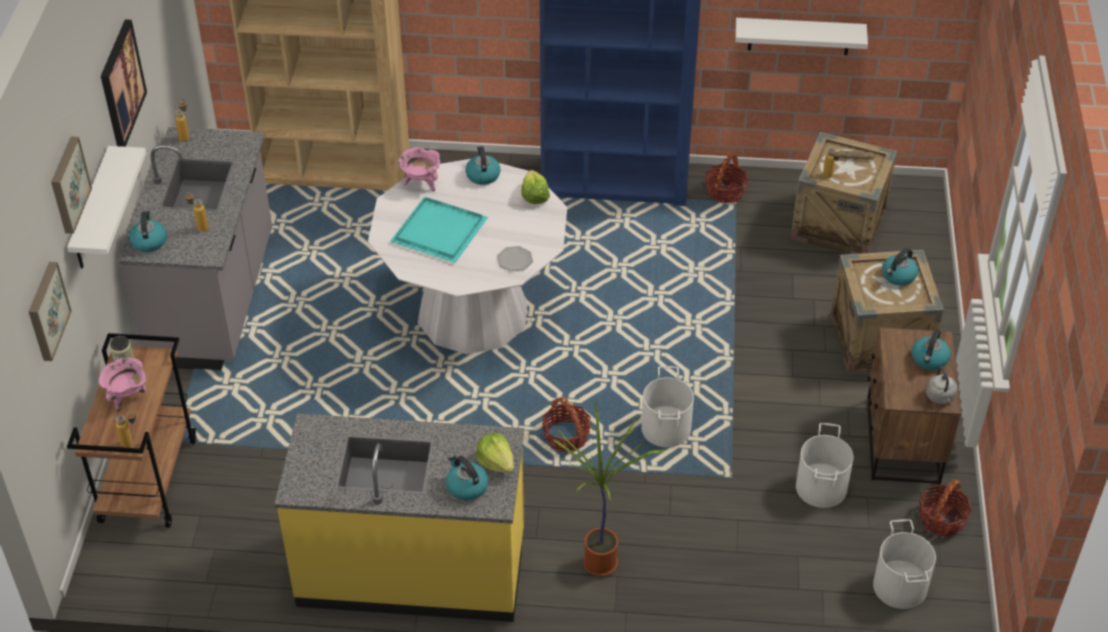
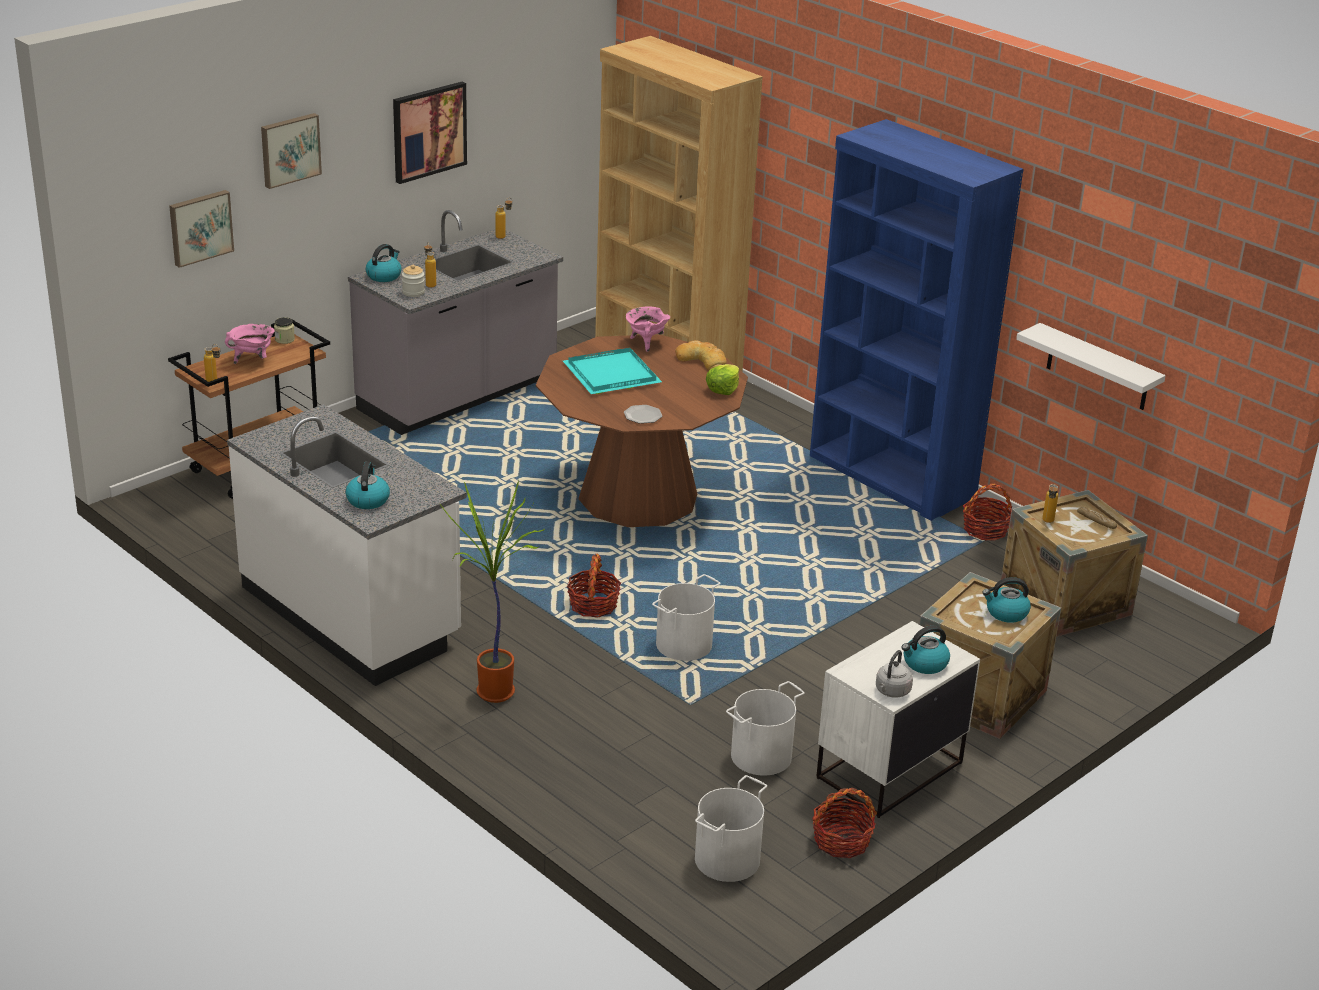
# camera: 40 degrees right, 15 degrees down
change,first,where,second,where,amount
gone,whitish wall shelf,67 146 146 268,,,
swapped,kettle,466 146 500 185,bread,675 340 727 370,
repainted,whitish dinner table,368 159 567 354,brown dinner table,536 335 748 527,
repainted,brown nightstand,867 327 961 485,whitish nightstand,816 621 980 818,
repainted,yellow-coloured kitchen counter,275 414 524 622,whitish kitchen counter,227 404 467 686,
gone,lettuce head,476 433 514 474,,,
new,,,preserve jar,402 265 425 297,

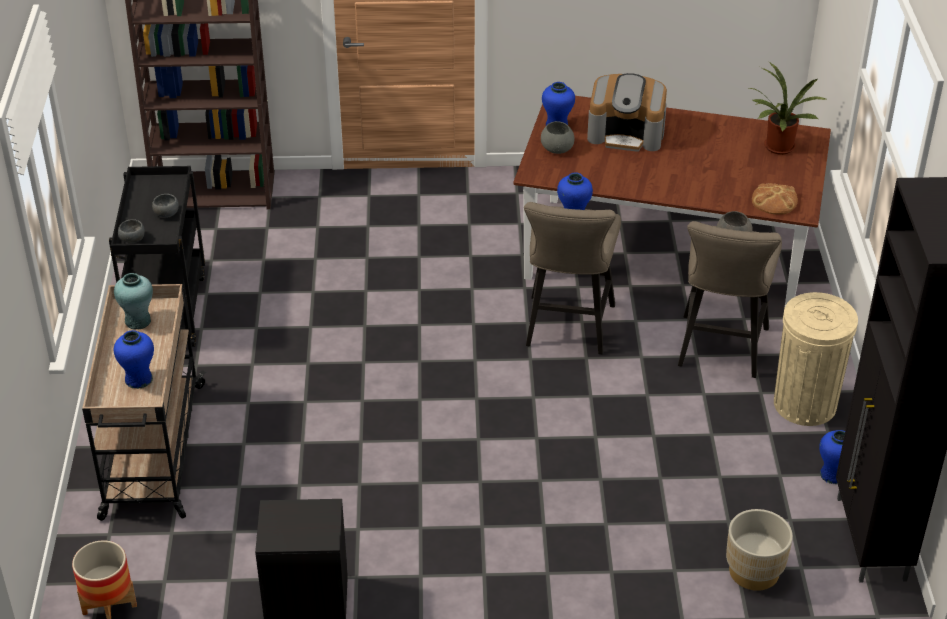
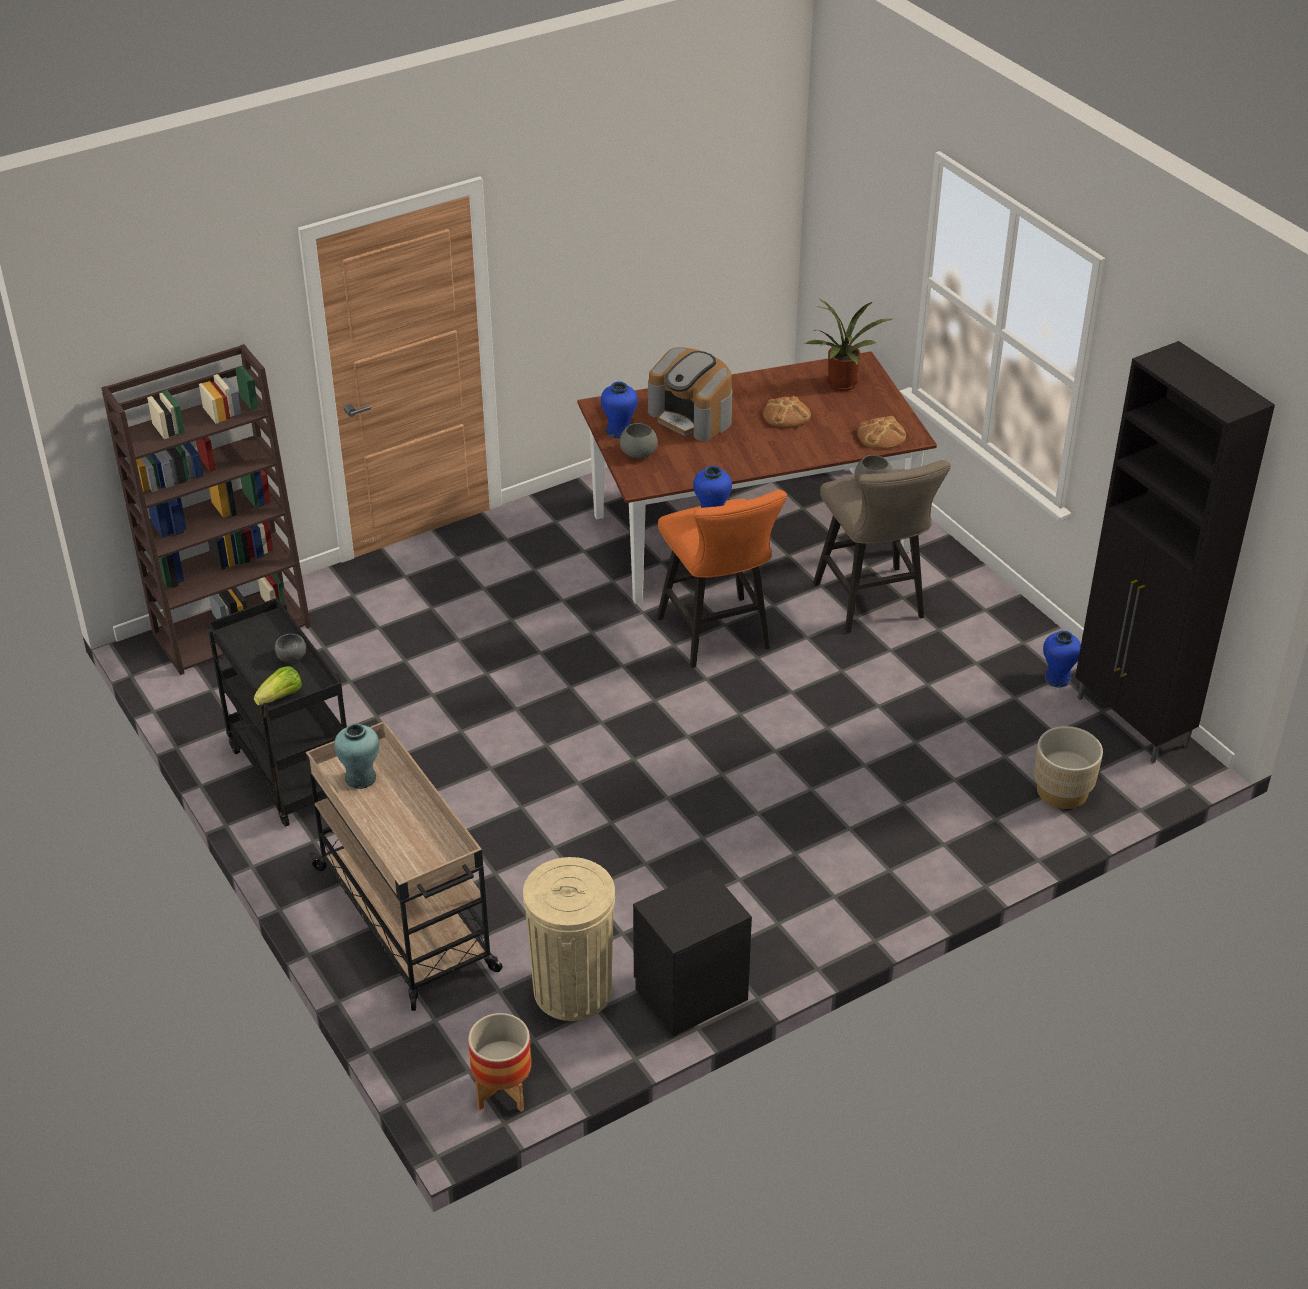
# camera: 30 degrees left, 0 degrees up
change,first,where,second,where,amount
rotated,coffee machine,587 73 667 152,,648 347 732 441,60 degrees clockwise
repainted,sand-coloured stool seat,524 202 621 354,orange-coloured stool seat,657 490 787 668,
swapped,grey bowl,118 219 145 243,lettuce head,254 666 302 706,
shifted,sand-coloured waste bin,774 292 858 426,,523 857 615 1021,
gone,blue-coloured flower vase,114 330 154 389,,,
new,,,bread,763 396 811 428,

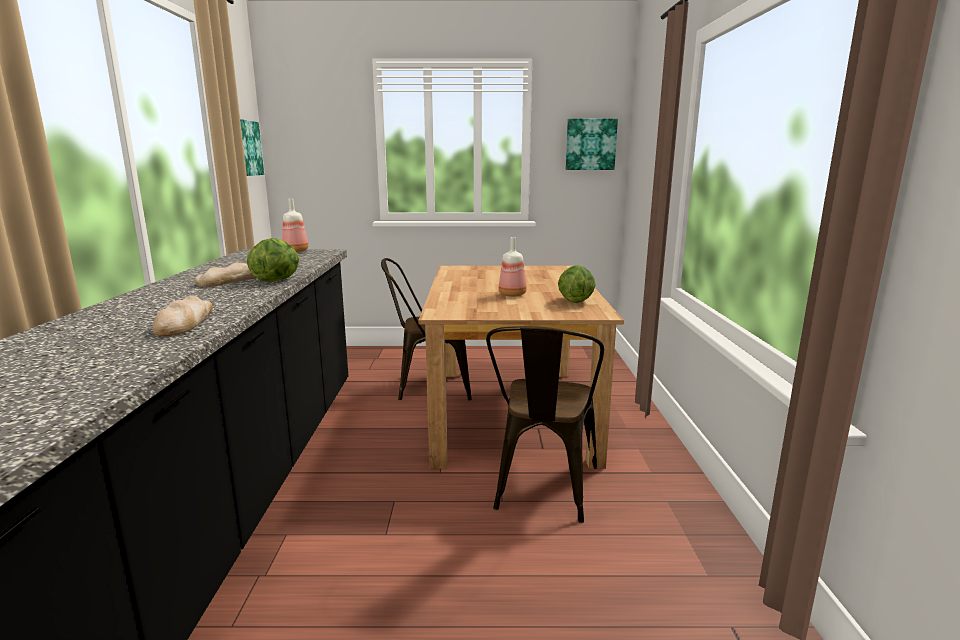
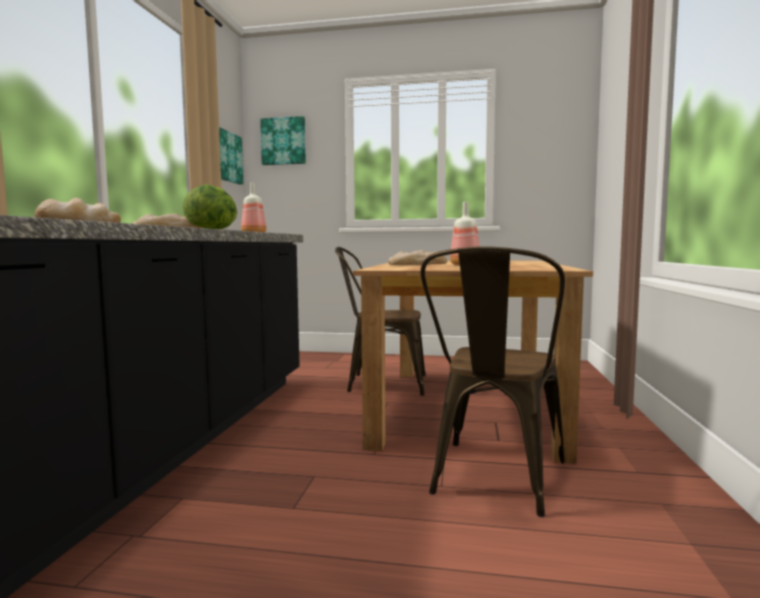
# camera: 10 degrees right, 10 degrees down
change,first,where,second,where,amount
shifted,picture,566 119 618 170,,260 116 306 165,
gone,lettuce head,558 265 595 303,,,
new,,,bread,388 250 447 265,

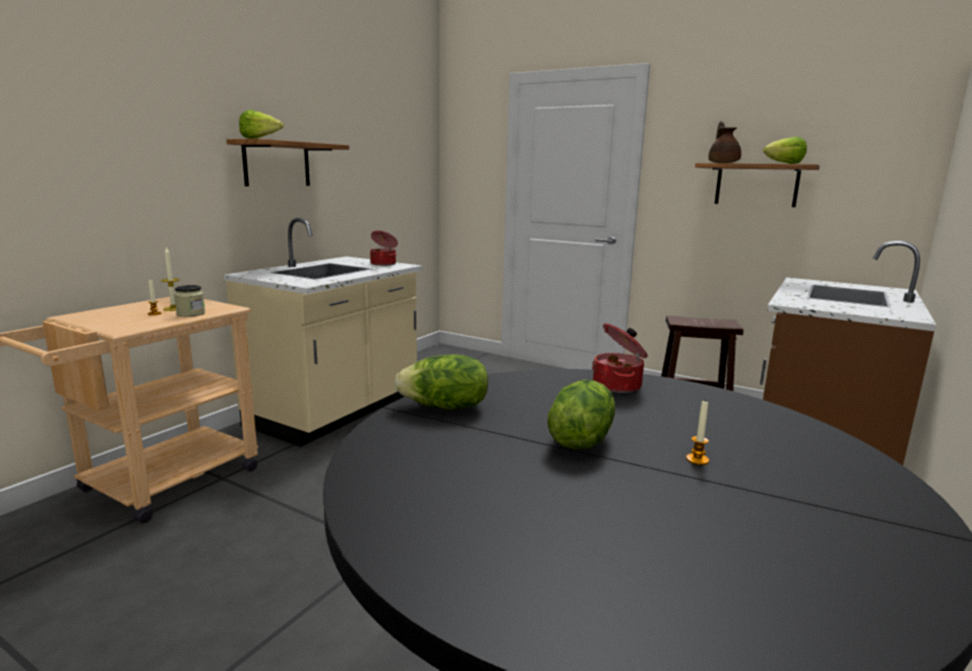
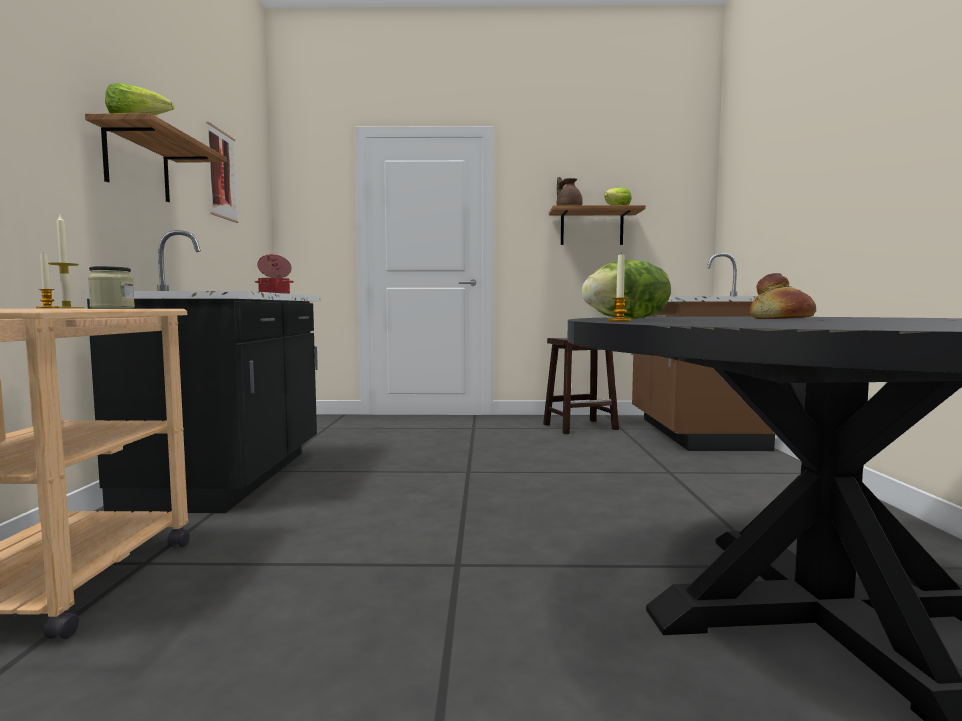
# camera: 30 degrees left, 10 degrees down
change,first,where,second,where,amount
repainted,sand-coloured kitchen counter,224 218 422 447,blackish kitchen counter,85 230 321 513,
gone,cooking pot,592 323 648 393,,,
swapped,lettuce head,547 380 615 449,bread,750 273 816 319,
shifted,candle,686 399 709 465,,608 254 631 321,
new,,,picture,206 122 239 223,

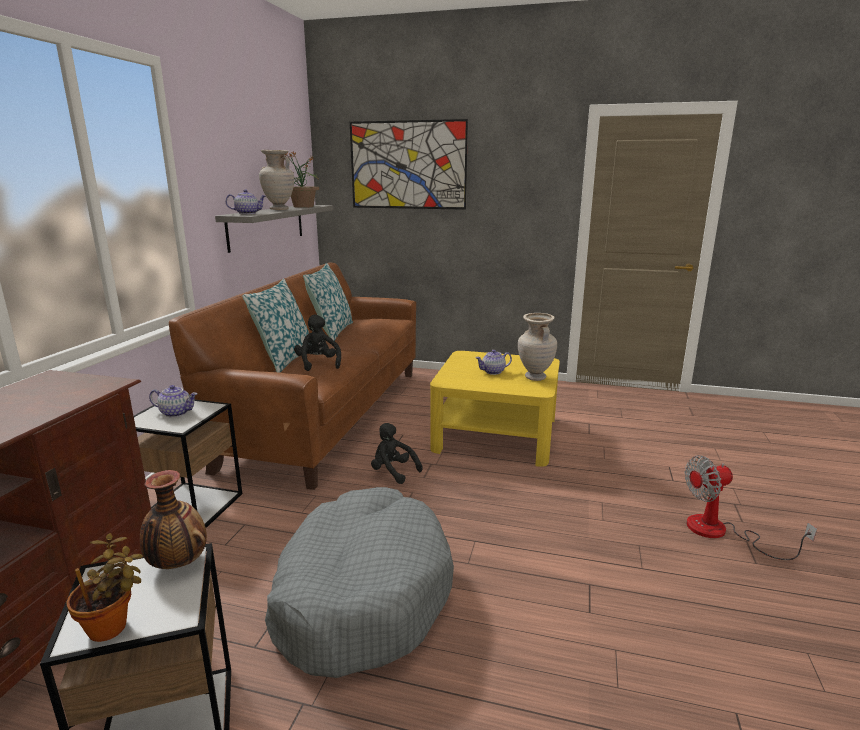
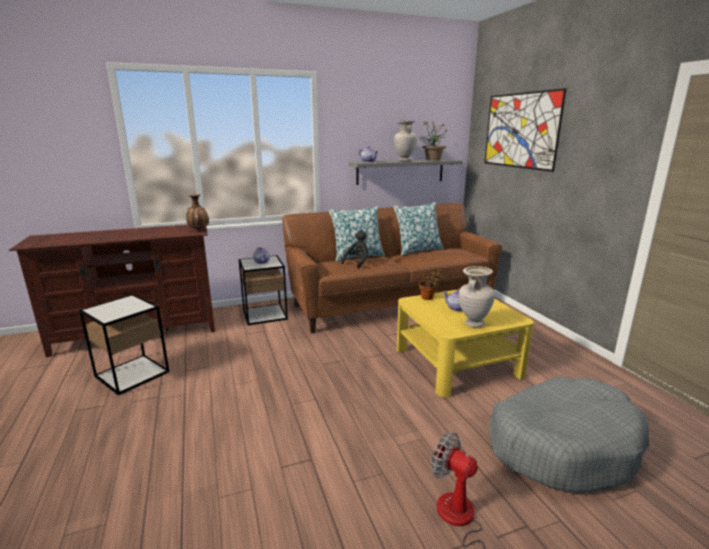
# camera: 55 degrees right, 0 degrees up
change,first,where,second,where,amount
gone,blackish cuddly toy,371 423 423 484,,,
shifted,flower vase,140 470 207 569,,186 194 209 230,
shifted,grey dog cushion,265 487 454 678,,489 377 649 493,
shifted,potted plant,66 533 143 642,,419 268 442 300,

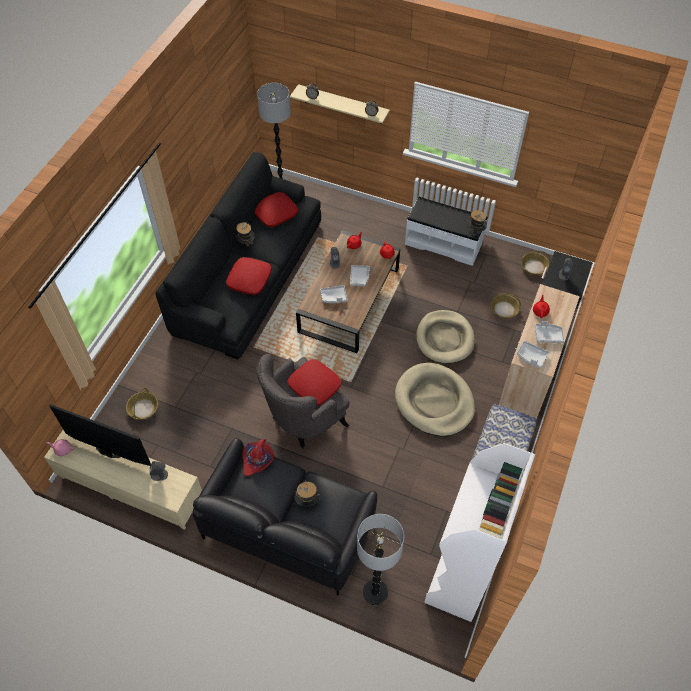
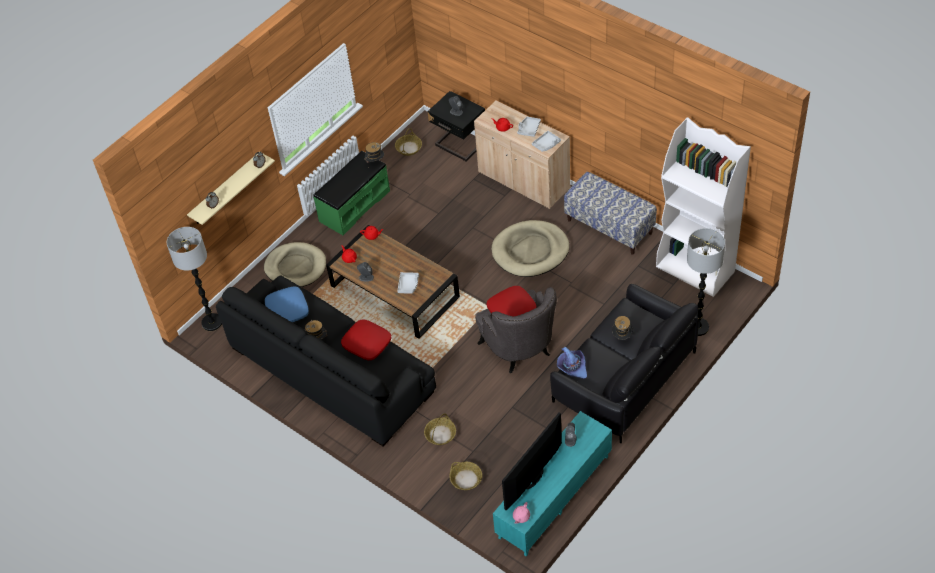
# camera: 70 degrees left, 5 degrees down
change,first,where,second,where,amount
repainted,reddish throw pillow,255 192 298 227,blue-coloured throw pillow,265 286 309 322,
repainted,whitish long seat,405 197 488 266,greenish long seat,313 151 390 235,
gone,grey carrying tray,350 265 370 286,,,
shifted,storage basket,491 294 521 319,,424 413 456 445,
shifted,sand-coloured dog cushion,416 310 475 364,,264 242 326 287,
repainted,sand-coloured tv stand,44 430 202 530,turquoise-coloured tv stand,493 411 612 556,
repainted,reddish wearable hat,243 439 274 476,purple wearable hat,557 347 587 379,

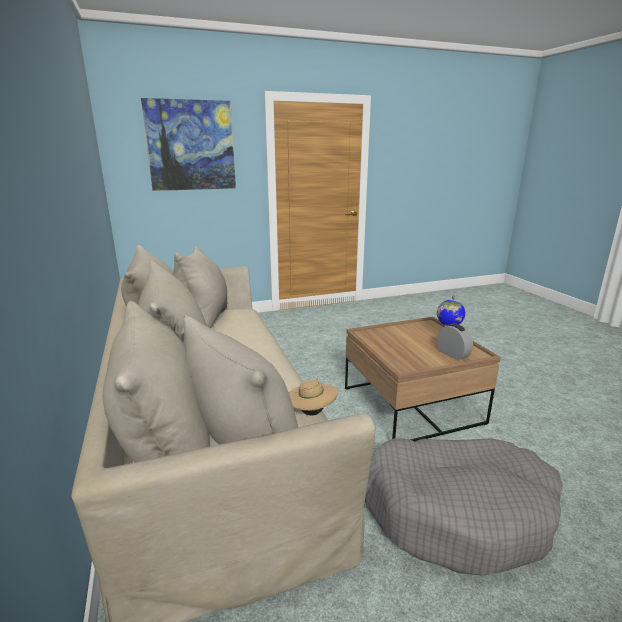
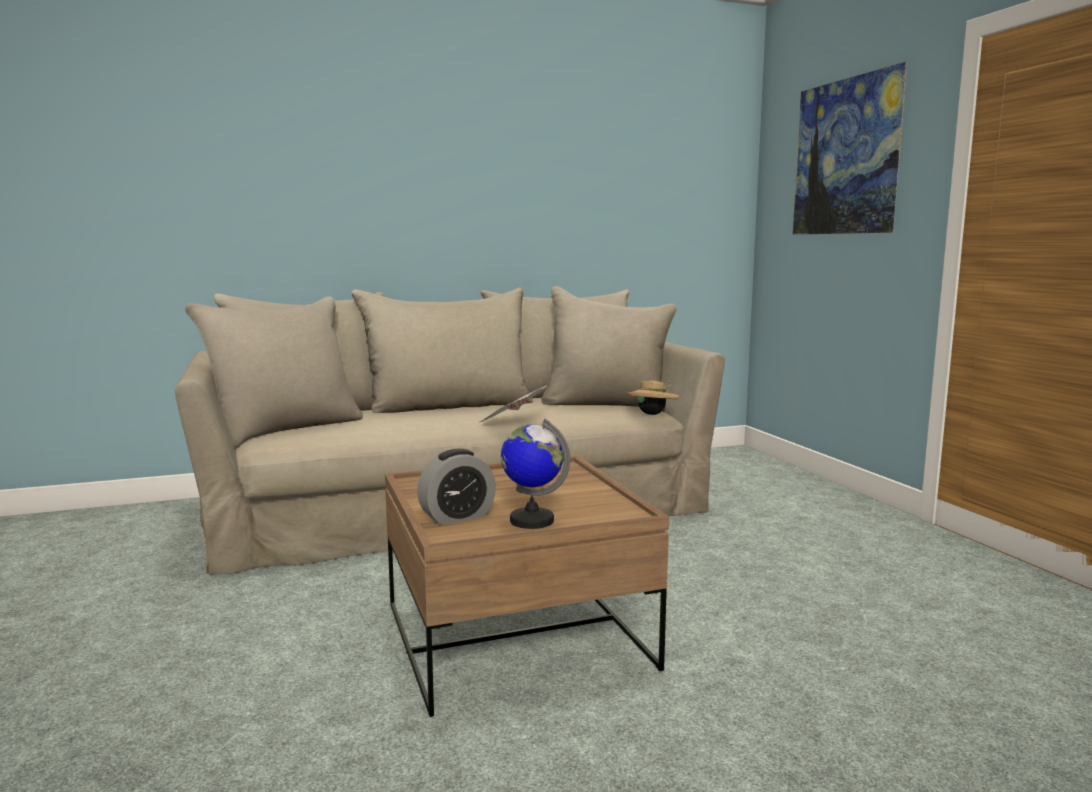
# camera: 90 degrees right, 10 degrees down
change,first,where,second,where,amount
shifted,sand-coloured wearable hat,289 376 338 415,,627 381 680 415,
gone,grey dog cushion,365 438 563 576,,,
new,,,printed paper,480 385 548 422,

